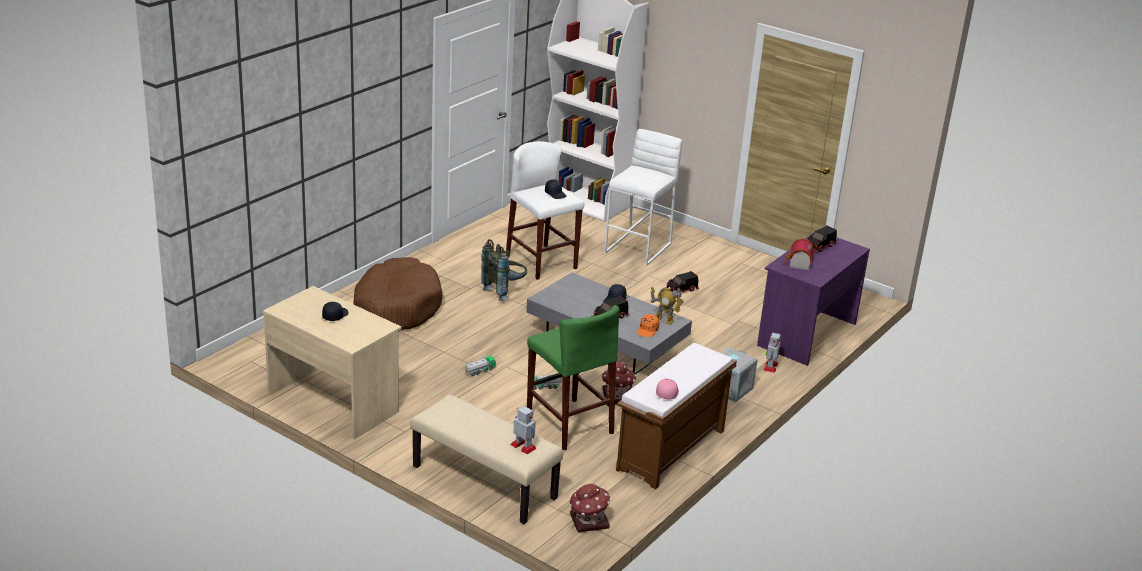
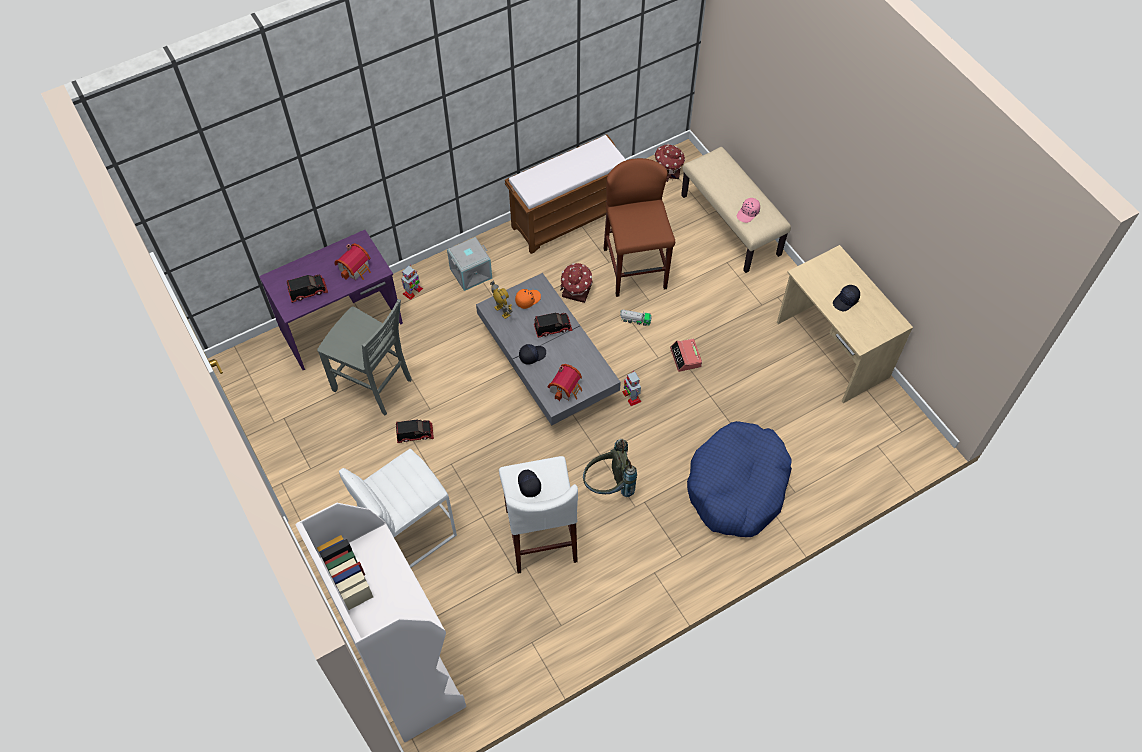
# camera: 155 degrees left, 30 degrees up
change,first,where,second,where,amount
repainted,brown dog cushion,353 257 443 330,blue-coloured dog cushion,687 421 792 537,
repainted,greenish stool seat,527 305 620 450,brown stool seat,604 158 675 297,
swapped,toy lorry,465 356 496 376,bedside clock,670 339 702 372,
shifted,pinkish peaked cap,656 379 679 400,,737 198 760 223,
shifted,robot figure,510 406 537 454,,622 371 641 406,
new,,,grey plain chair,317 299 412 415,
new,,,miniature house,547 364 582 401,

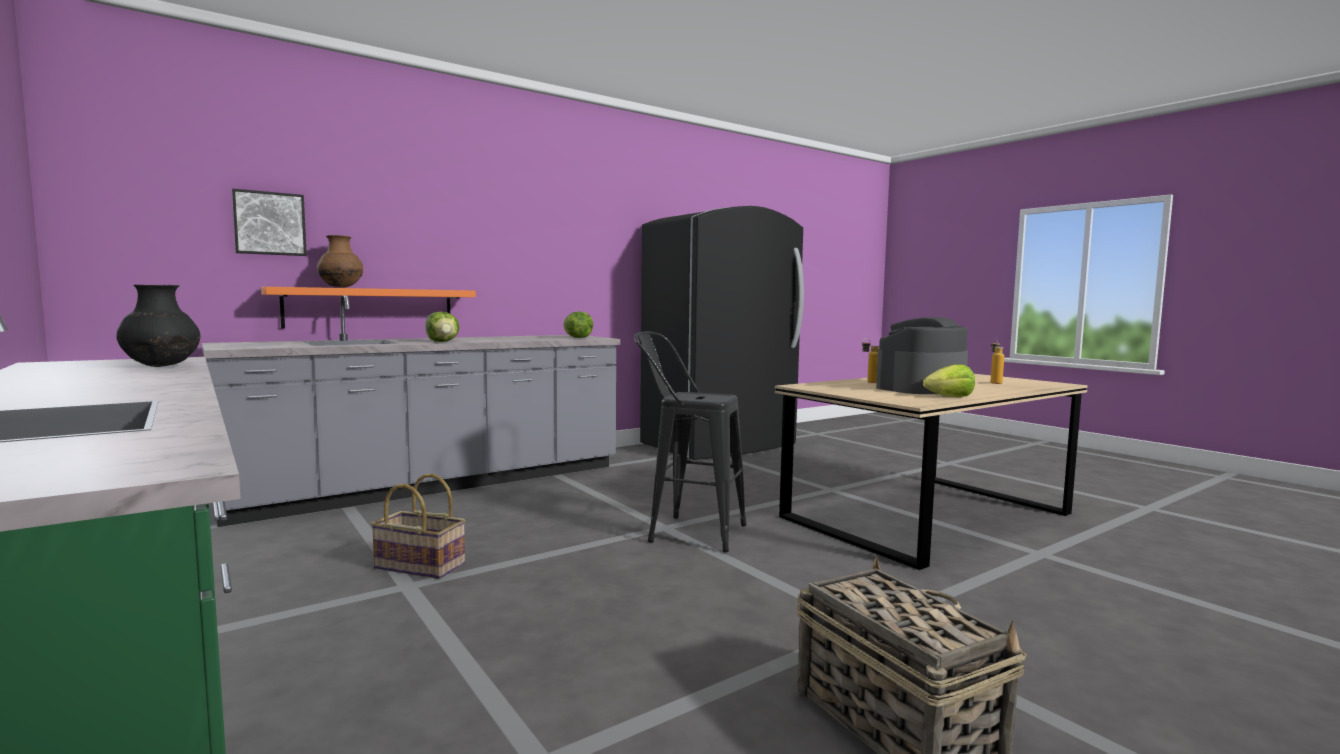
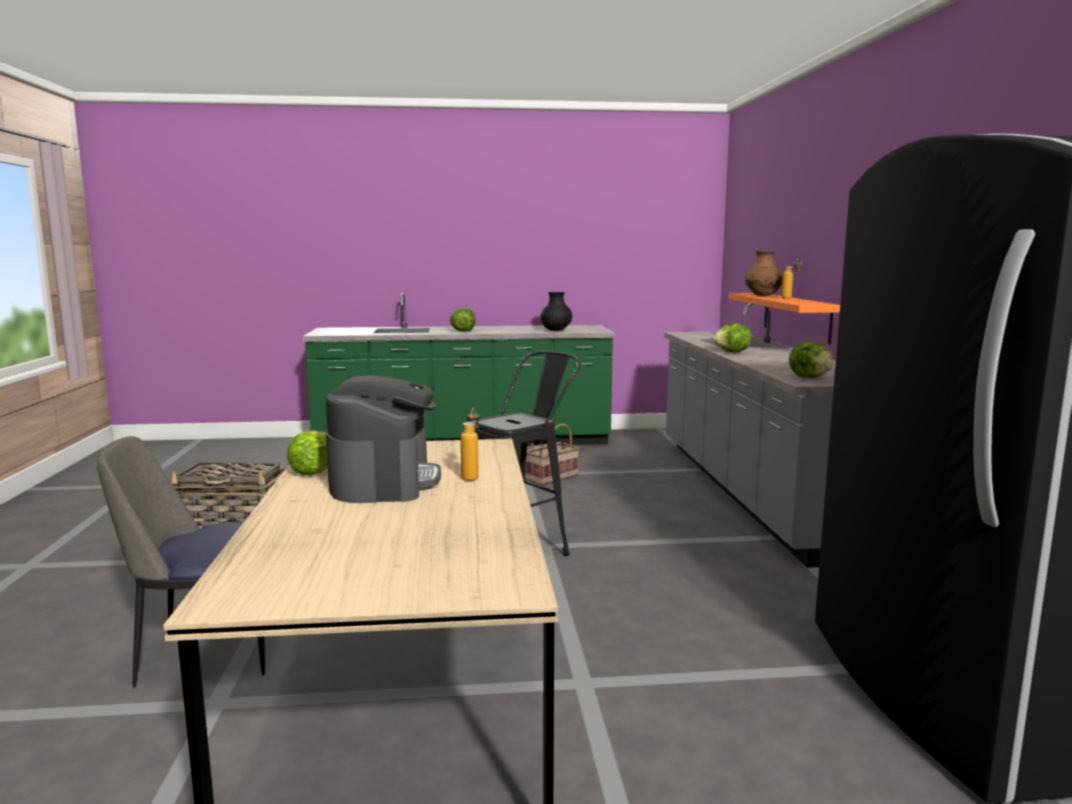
# camera: 120 degrees right, 5 degrees up
change,first,where,second,where,amount
gone,picture,232 189 307 256,,,
shifted,drink bottle,990 339 1004 384,,782 259 802 299,
new,,,lettuce head,450 308 475 332,
new,,,plain chair,97 436 265 688,

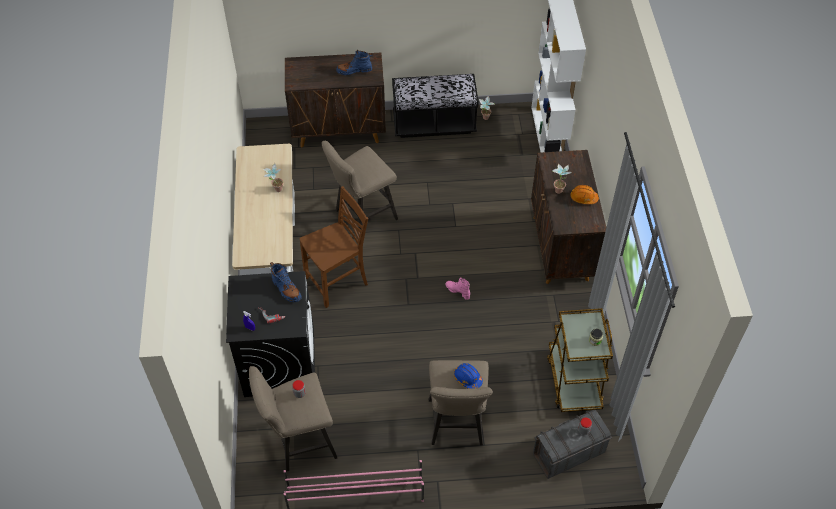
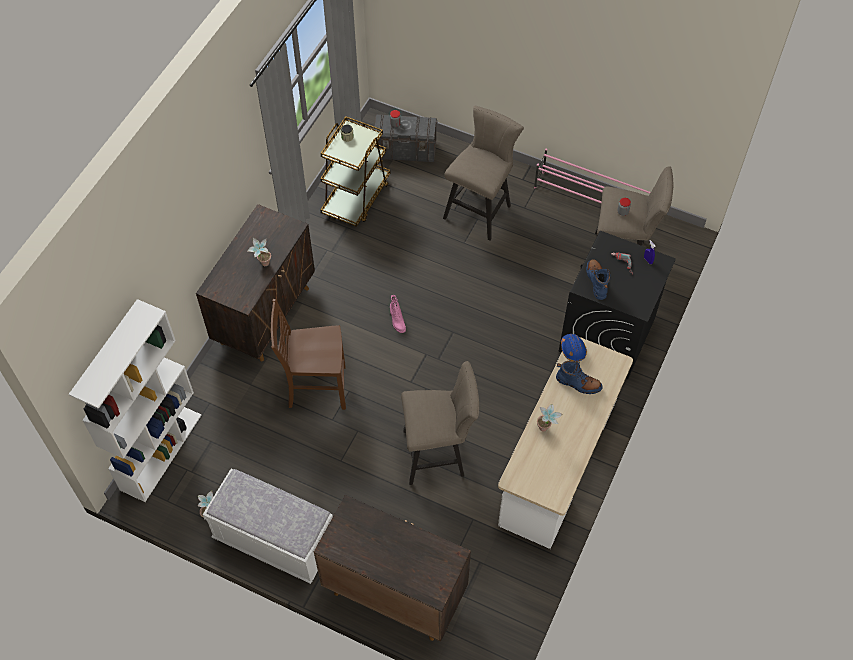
# camera: 150 degrees left, 5 degrees up
change,first,where,second,where,amount
shifted,blue-coloured high-top boot,336 50 373 75,,556 361 602 394,
repainted,blackish long seat,392 74 479 138,whitish long seat,203 469 333 584,
gone,orange-coloured work helmet,570 185 599 204,,,
shifted,brown plain chair,300 186 368 308,,271 299 346 410,
shifted,blue-coloured work helmet,454 363 483 389,,561 334 587 362,

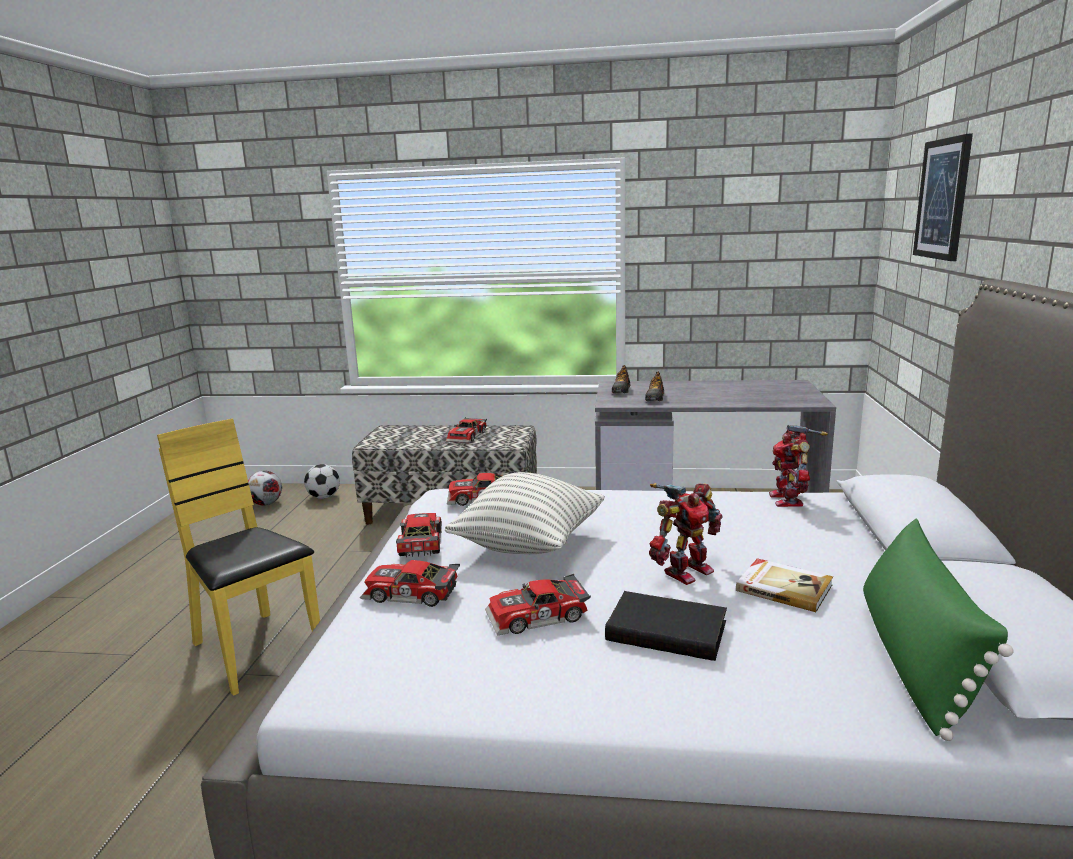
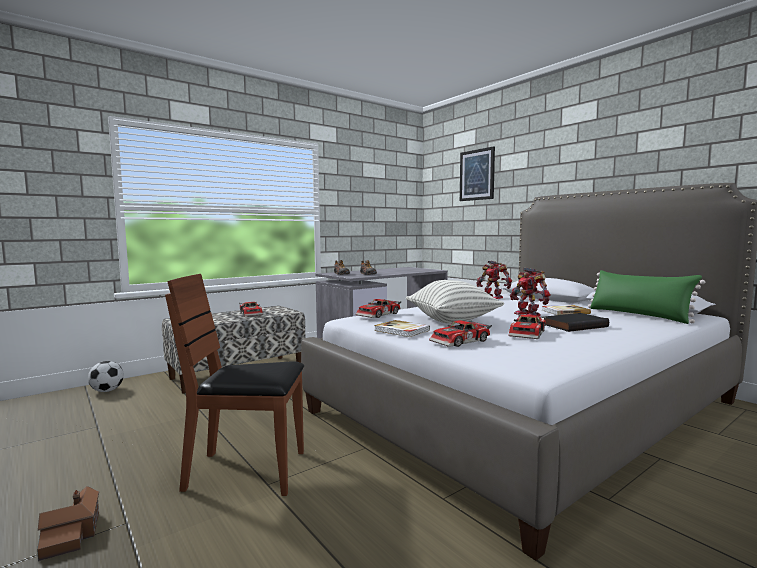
# camera: 45 degrees left, 10 degrees down
change,first,where,second,where,amount
repainted,yellow-coloured plain chair,157 419 320 696,brown plain chair,165 274 304 496,
gone,football,248 471 282 506,,,
rotated,robot figure,649 483 723 585,,510 268 550 316,150 degrees clockwise
swapped,toy car,396 513 442 557,bound book,374 320 430 337,
new,,,miniature house,37 486 99 561,

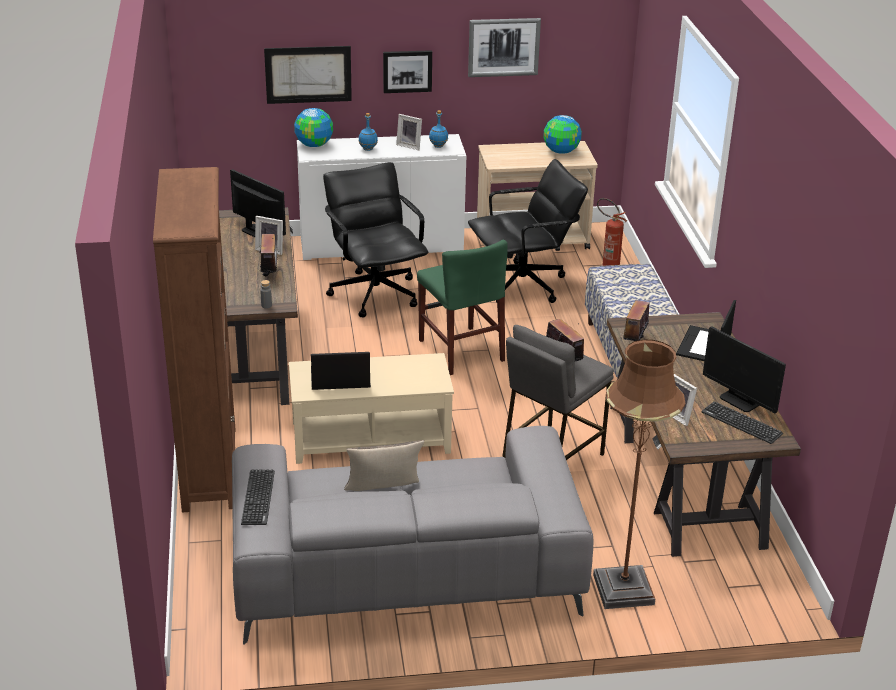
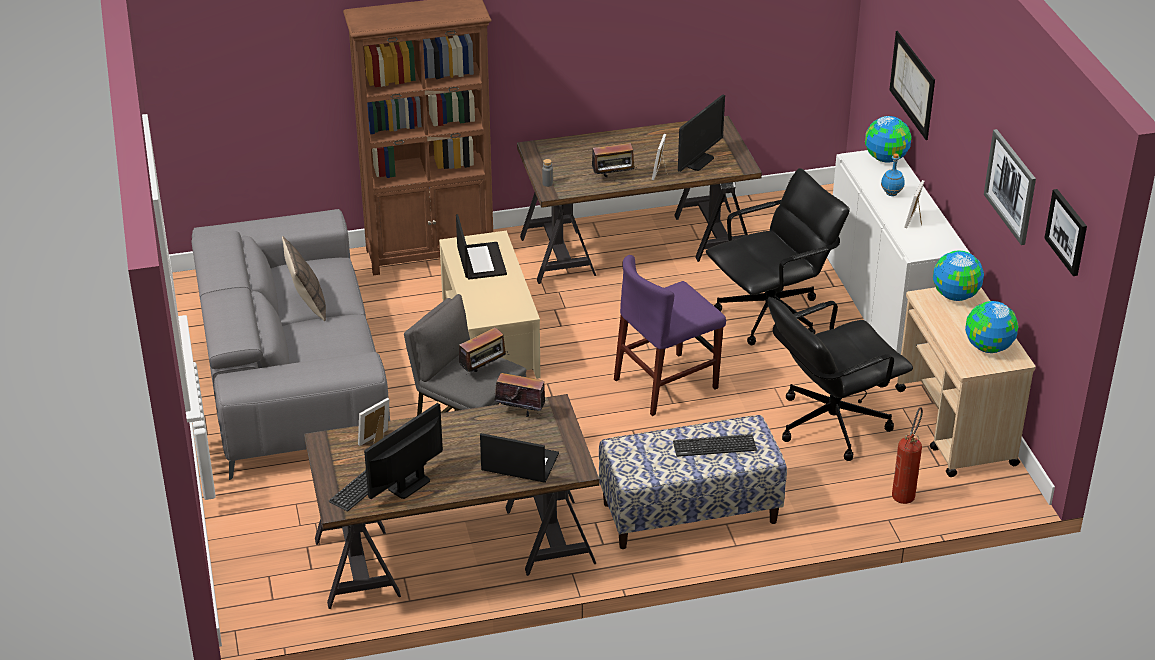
# camera: 85 degrees right, 5 degrees up
change,first,where,second,where,amount
shifted,picture,383 50 432 93,,1044 189 1087 276,
gone,blue-coloured drink bottle,429 110 448 148,,,
rotated,blackish computer chair,468 159 588 303,,768 297 913 461,90 degrees clockwise
repainted,greenish plain chair,417 240 508 375,purple plain chair,614 255 726 416,
gone,brown standing lamp,593 339 685 609,,,
shifted,keyboard,241 469 275 525,,673 434 757 457,
new,,,globe,933 250 984 301,

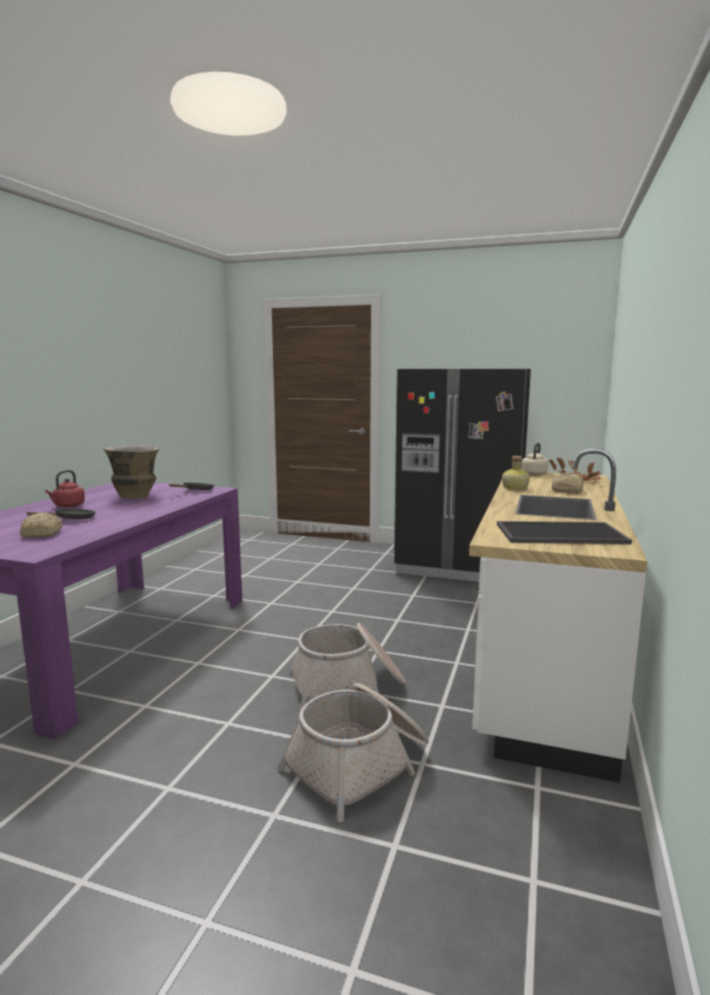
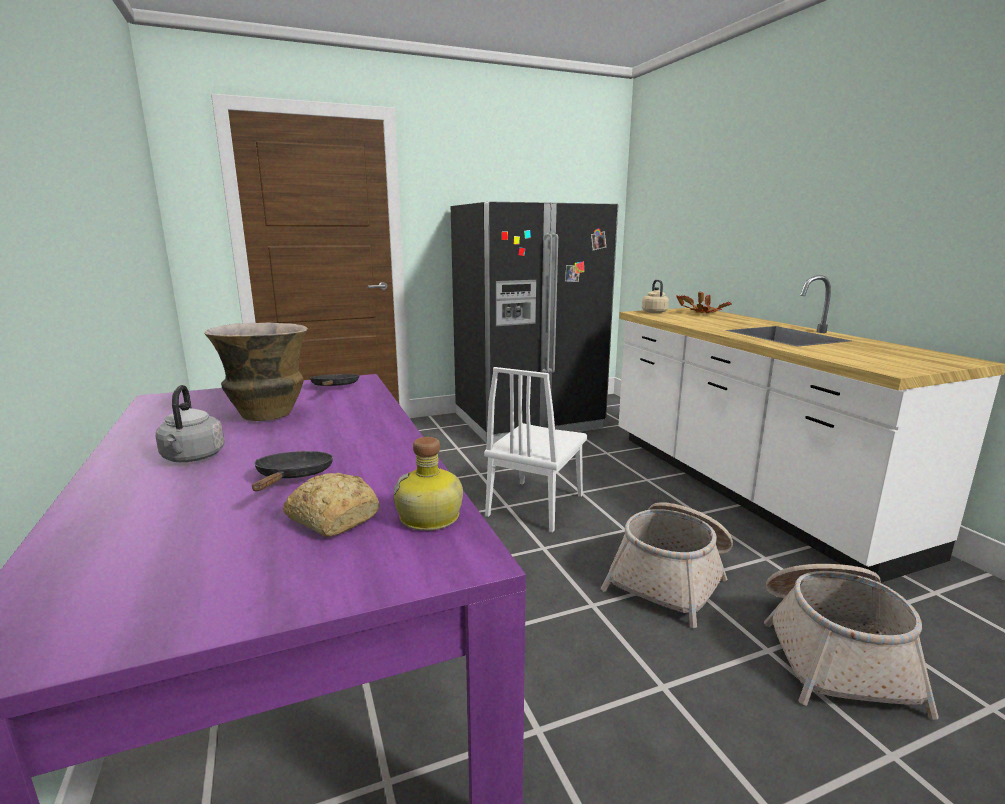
# camera: 40 degrees left, 5 degrees up
change,first,where,second,where,amount
shifted,drink bottle,502 456 530 490,,394 437 463 531,
repainted,reddish kettle,45 470 85 507,grey kettle,155 385 224 462,
gone,bread,551 472 584 493,,,
gone,carrying tray,497 521 632 544,,,
new,,,whitish plain chair,484 367 587 533,

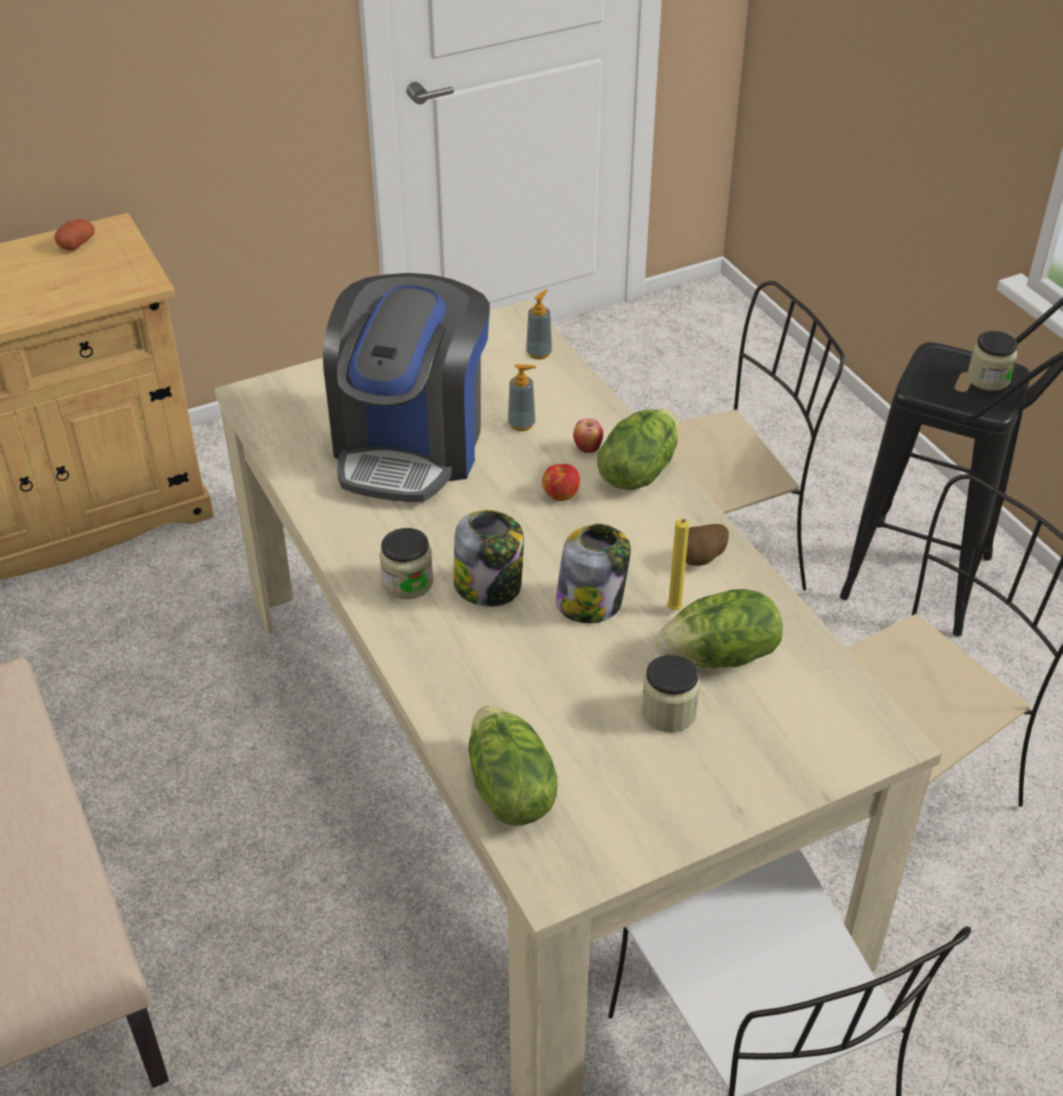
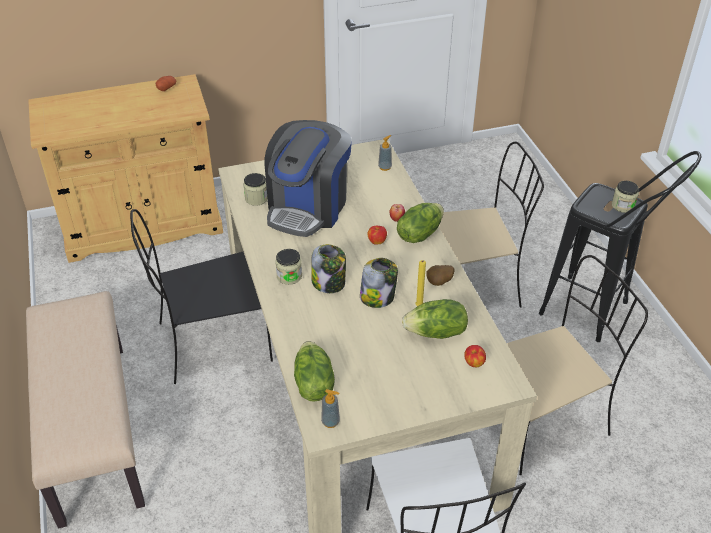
# camera: 10 degrees right, 0 degrees up
change,first,where,second,where,amount
shifted,soap dispenser,508 364 536 431,,321 389 340 428,
shifted,preserve jar,641 655 700 732,,243 173 268 206,
new,,,blackish plain chair,130 209 273 384,
new,,,apple,464 345 486 367,

